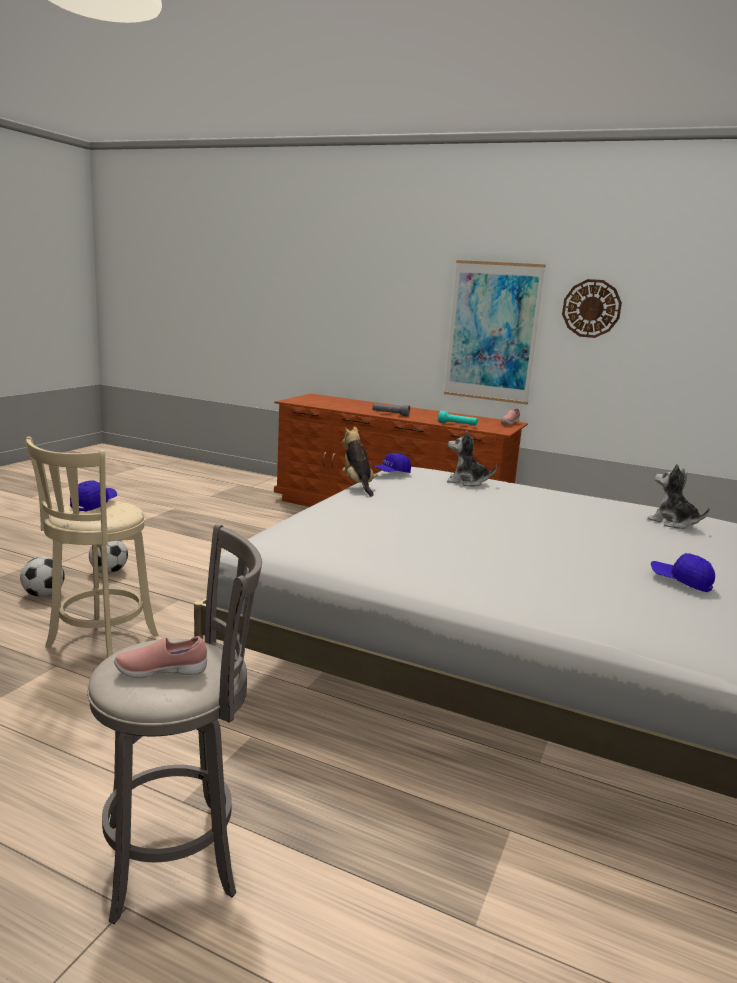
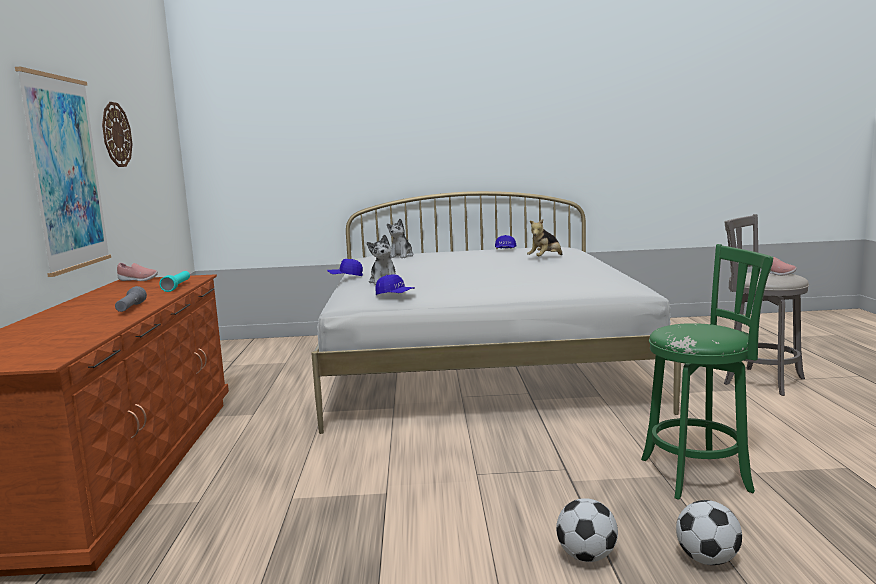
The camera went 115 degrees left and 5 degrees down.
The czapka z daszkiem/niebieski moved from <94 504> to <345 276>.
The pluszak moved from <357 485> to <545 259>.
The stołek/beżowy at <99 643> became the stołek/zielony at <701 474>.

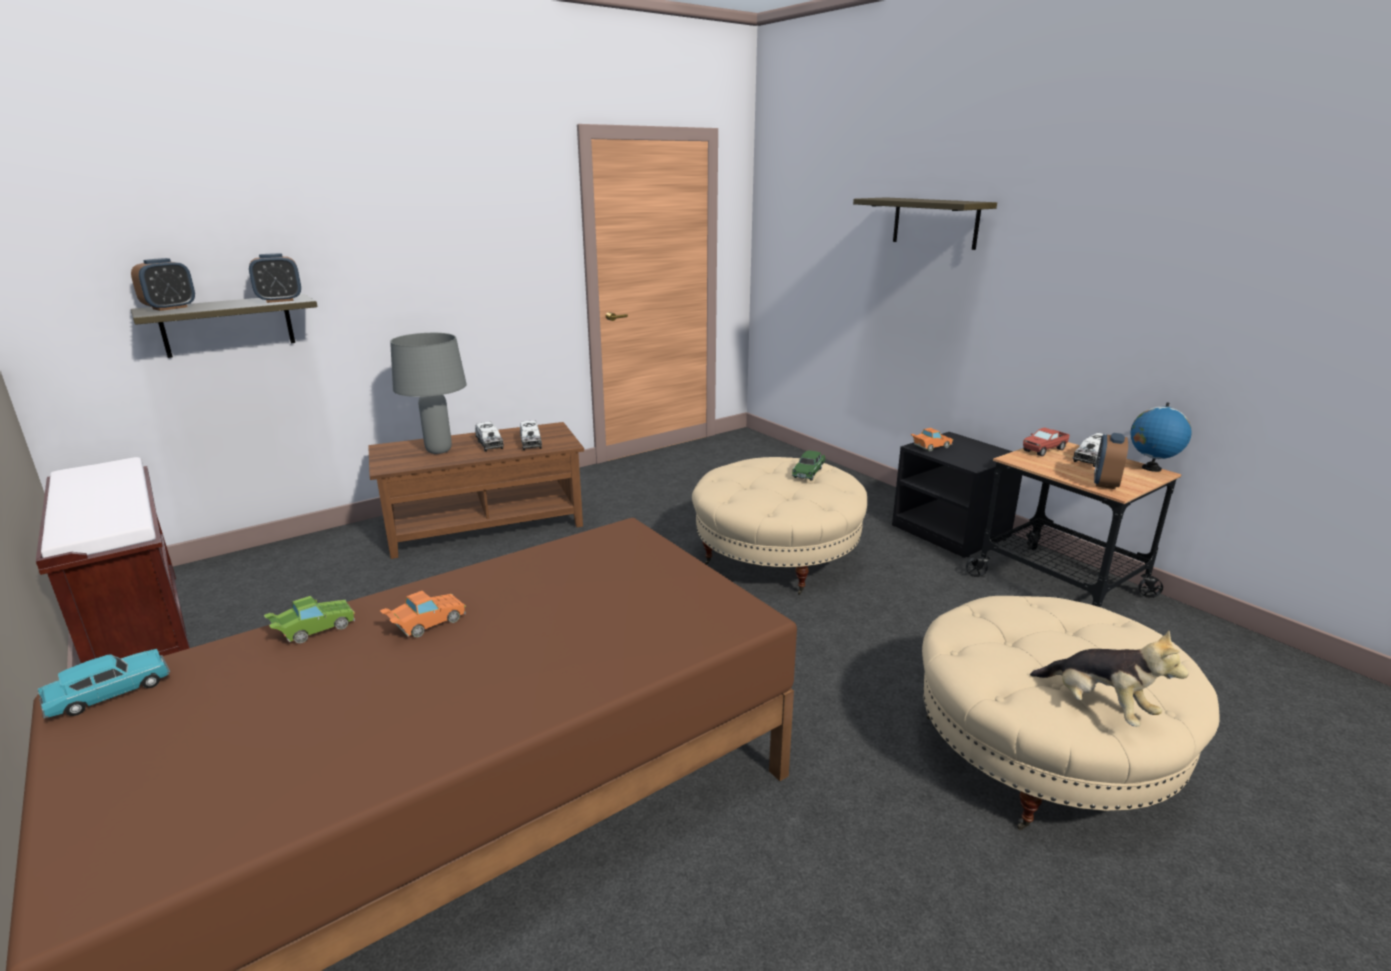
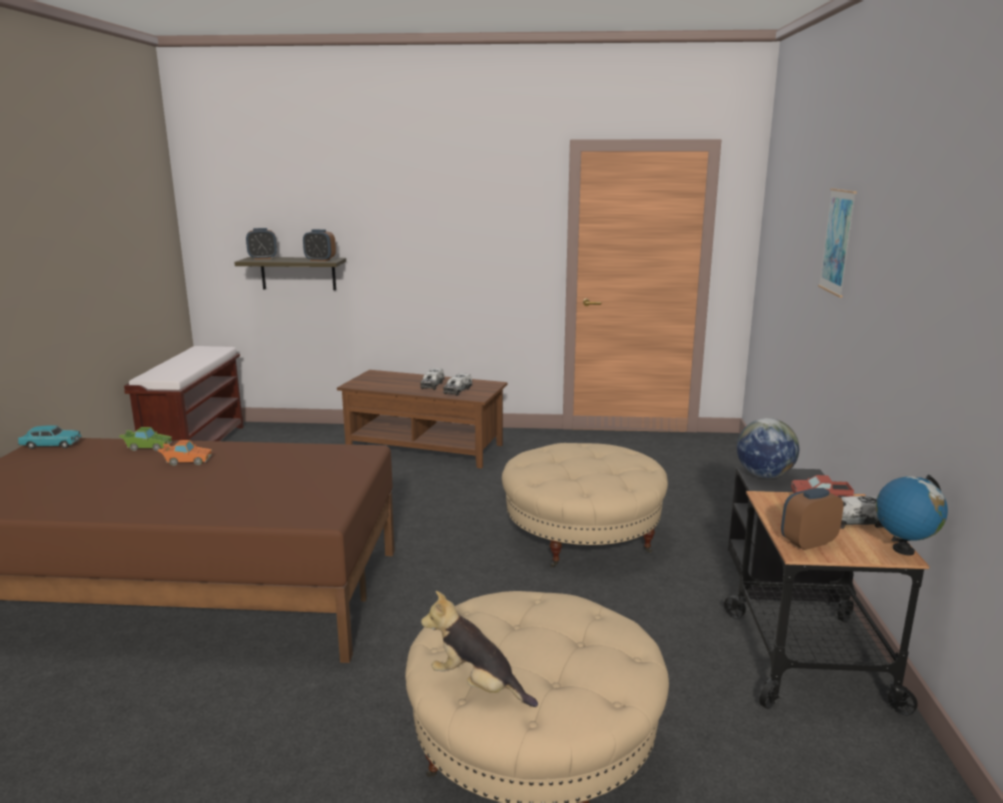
The camera went 40 degrees right and 5 degrees down.
The lampa stołowa/szary at <438 451> disappeared.
The samochodzik/zielony at <808 472> disappeared.
The półka at <935 222> was replaced by the obraz at <837 241>.
The samochodzik/pomarańczowy at <930 447> was replaced by the globus at <764 475>.
The pluszak at <1098 707> turned 120 degrees clockwise.

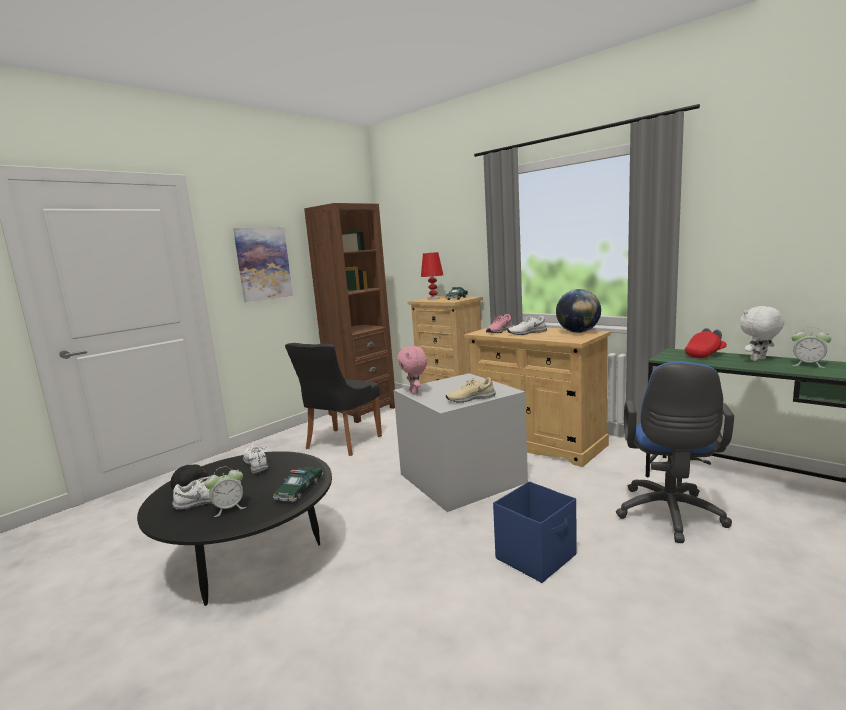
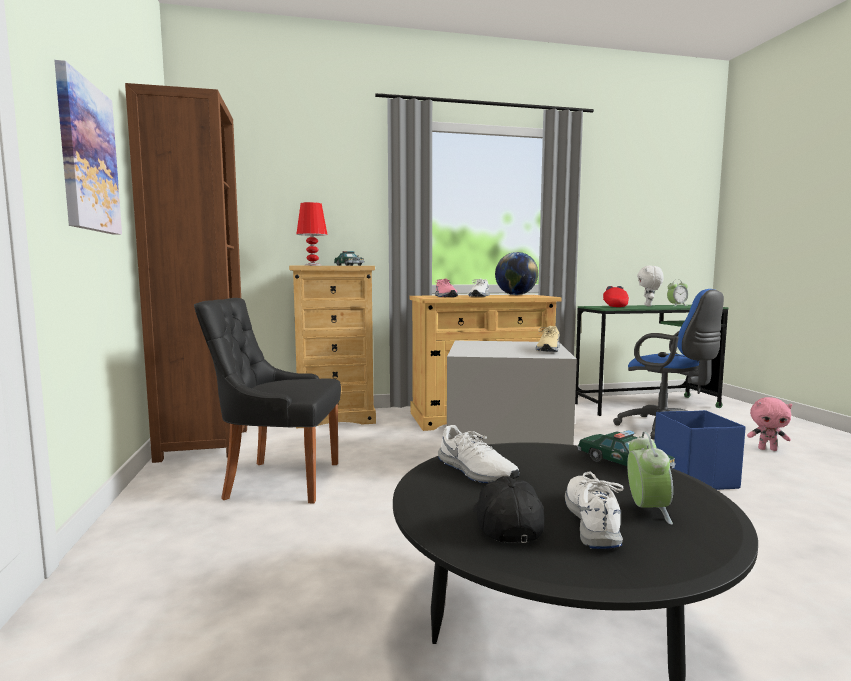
The camera went 55 degrees left and 5 degrees down.
The pluszak/różowy moved from <415 392> to <767 449>.
The but/biały at <257 464> turned 135 degrees counterclockwise.
The krzesło/czarny at <341 443> turned 120 degrees clockwise.

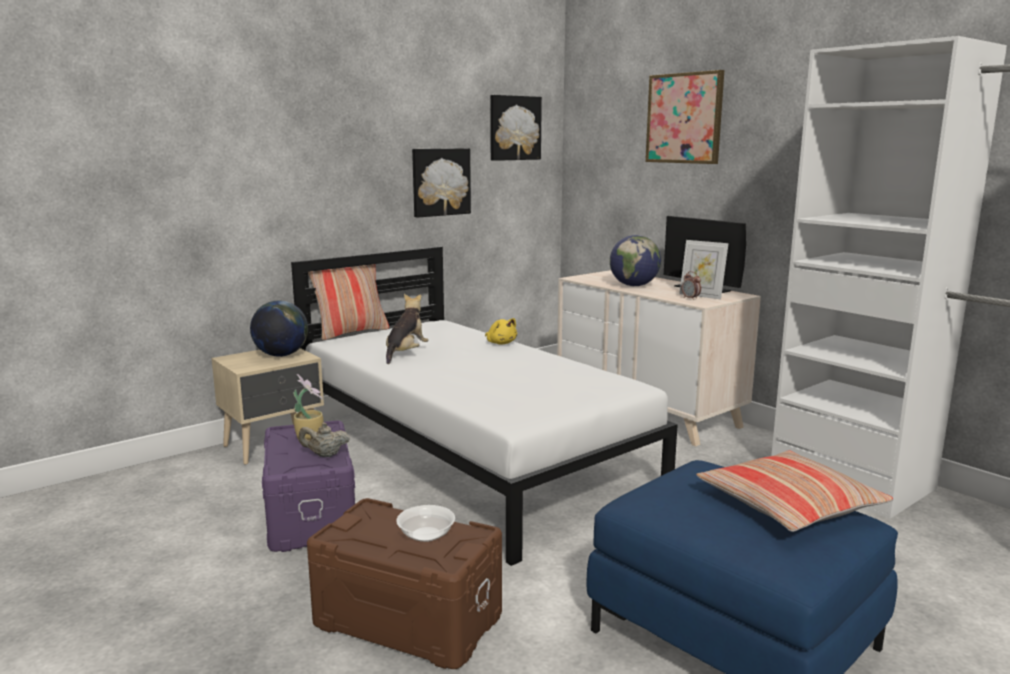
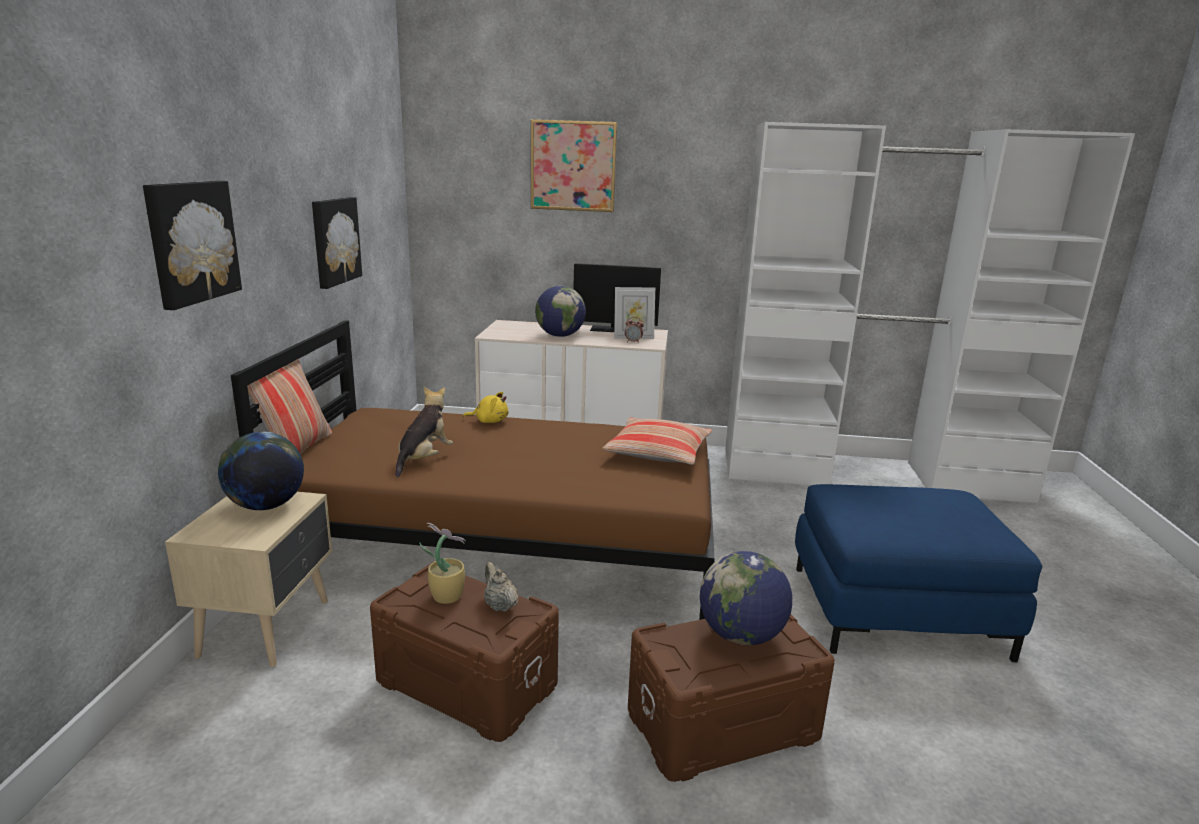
The camera went 45 degrees left and 5 degrees up.
The obraz moved from <514 128> to <191 242>.
The poduszka moved from <789 505> to <658 452>.
The miska at <426 535> was replaced by the globus at <741 636>.
The pojemnik do przechowywania/fioletowy at <312 515> became the pojemnik do przechowywania/brązowy at <468 682>.
The łóżko/biały at <469 456> became the łóżko/brązowy at <504 550>.
The imbryk/beżowy at <325 455> turned 105 degrees clockwise.
The pluszak at <406 353> turned 45 degrees clockwise.

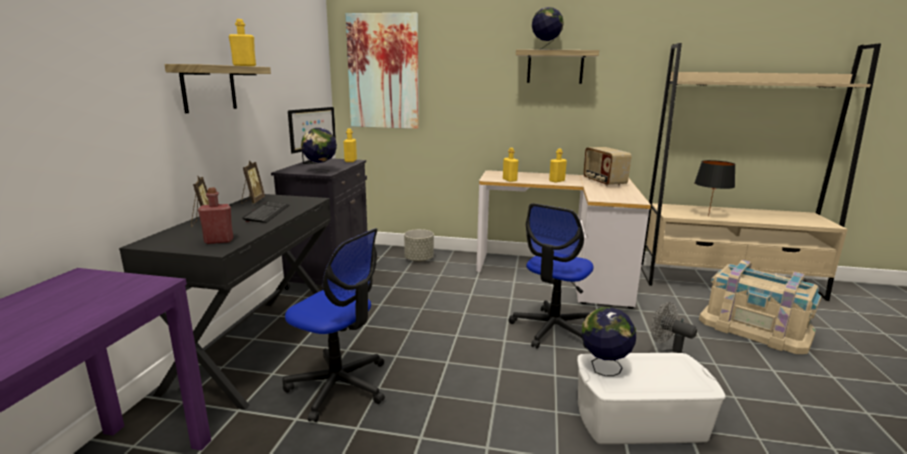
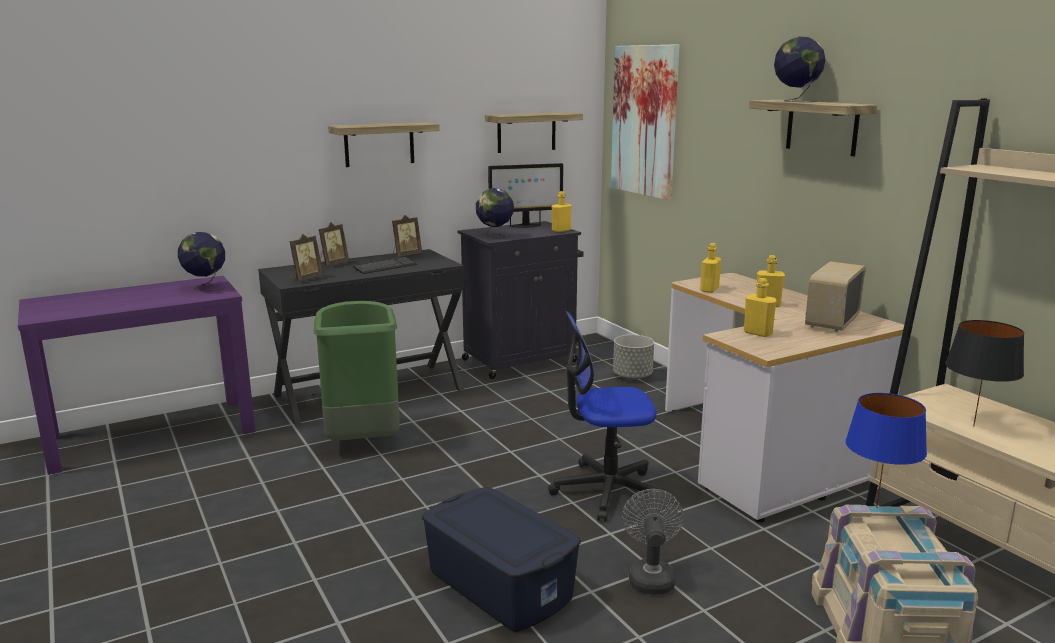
The camera went 50 degrees right and 0 degrees up.
The półka at <526 132> appeared.
The lampa stołowa/niebieski at <876 507> appeared.
The butelka/żółty moved from <244 66> to <758 333>.
The globus moved from <603 369> to <205 287>.
The butelka/czerwony at <219 241> was replaced by the ramka na zdjęcie at <305 278>.
The krzesło biurowe at <339 386> was replaced by the kosz na śmieci/zielony at <362 440>.
The pojemnik do przechowywania/biały at <639 419> became the pojemnik do przechowywania/niebieski at <500 583>.

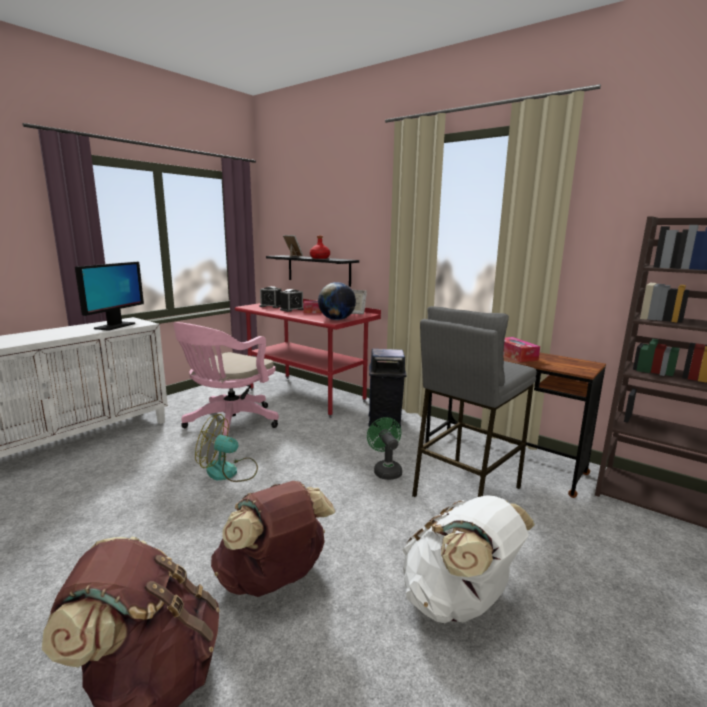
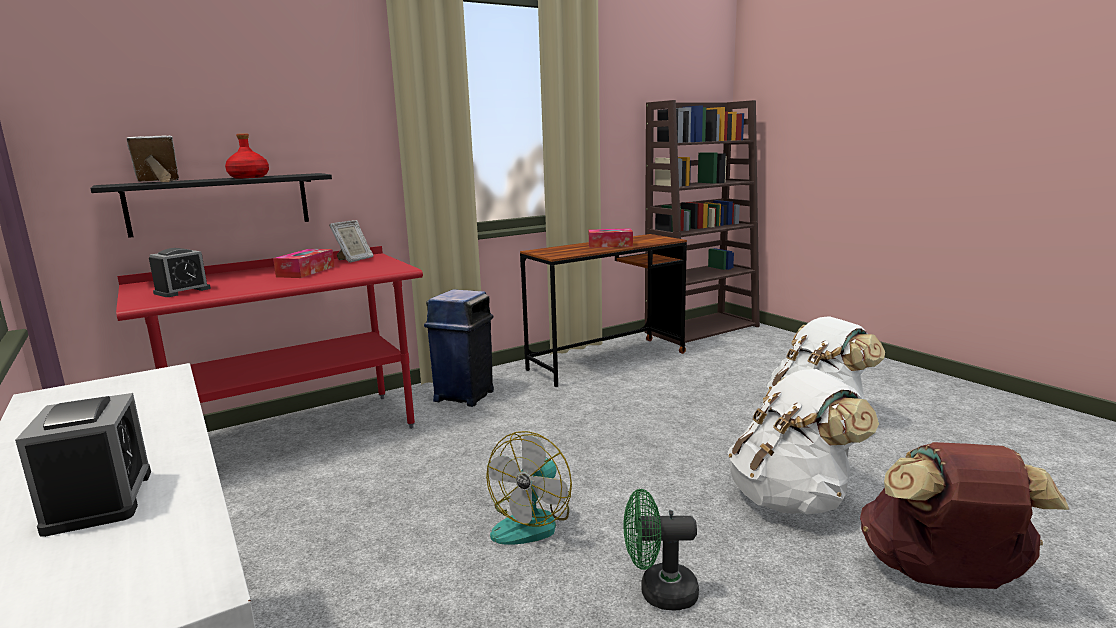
The camera went 70 degrees left and 0 degrees up.
The monitor at <114 326> disappeared.
The krzesło biurowe/różowy at <229 424> disappeared.
The globus at <336 319> disappeared.
The stołek/szary at <465 491> disappeared.
The budzik moved from <292 309> to <99 500>.
The wentylator/zielony moved from <385 470> to <659 592>.
The plecak/brązowy at <273 580> became the plecak/biały at <792 499>.

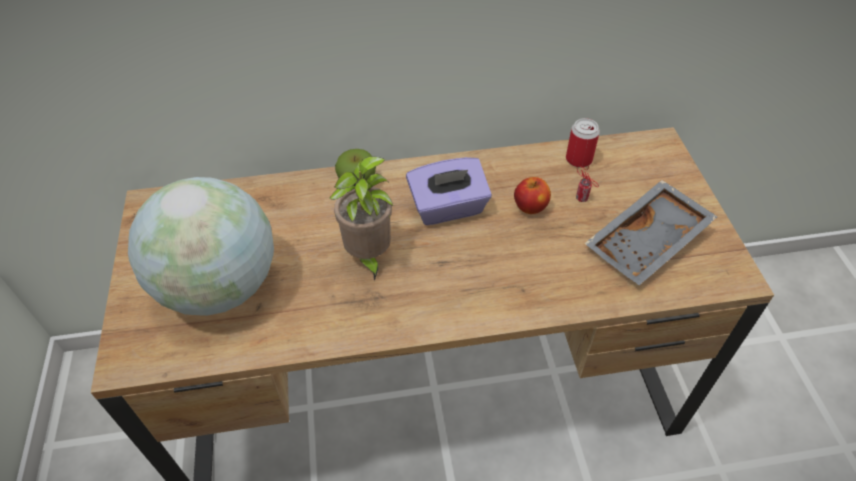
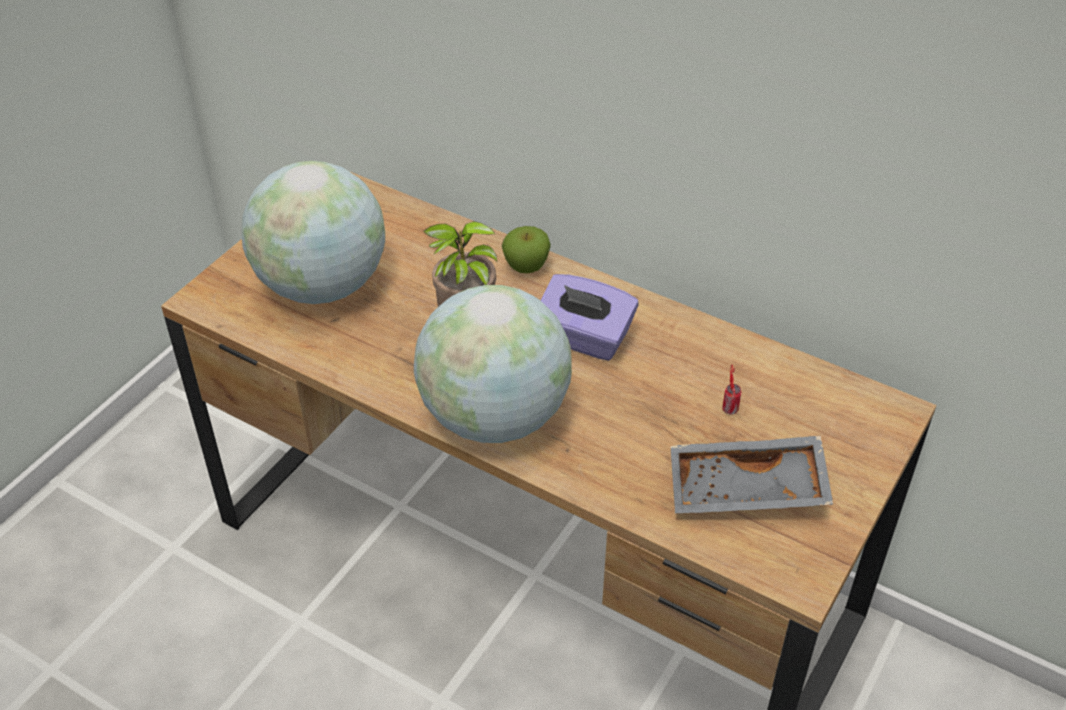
The camera went 40 degrees right and 5 degrees down.
The jabłko at <530 207> disappeared.
The puszka at <578 159> disappeared.
The globus at <494 417> appeared.

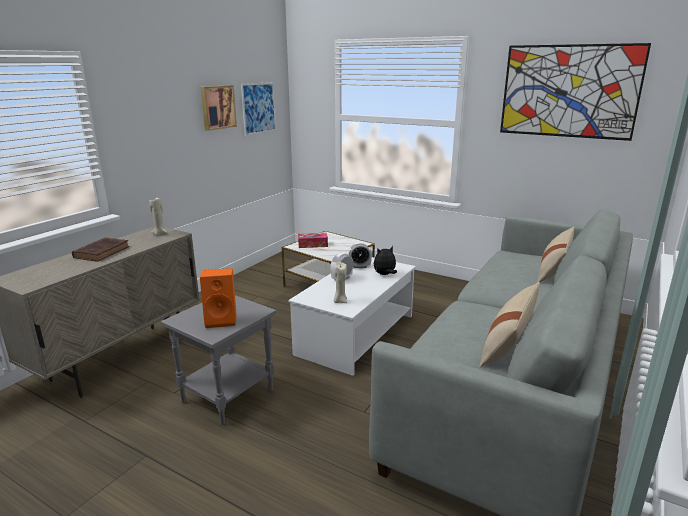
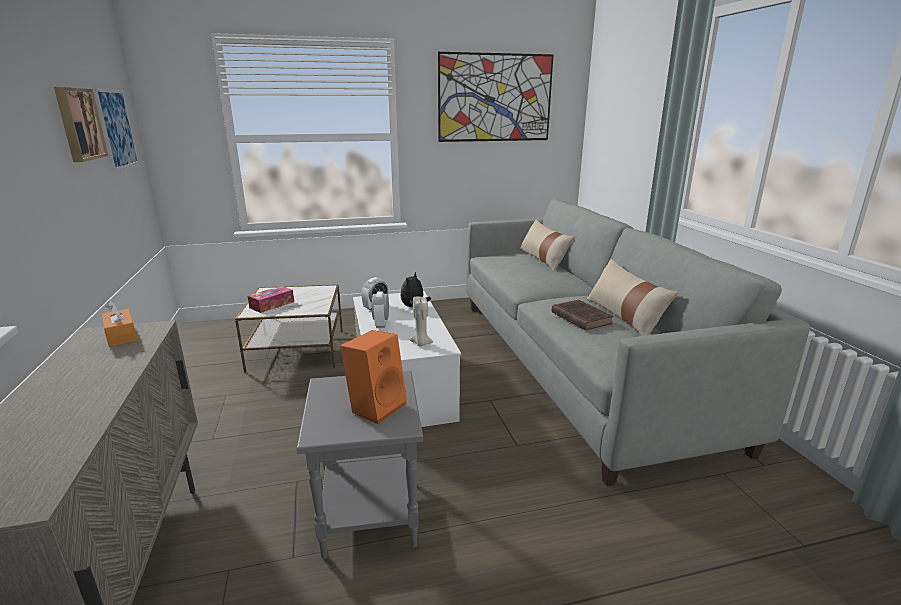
The camera went 45 degrees left and 0 degrees up.
The książka/brązowy moved from <103 252> to <580 317>.
The świeca/beżowy at <160 234> was replaced by the pudełko chusteczek/pomarańczowy at <121 336>.

